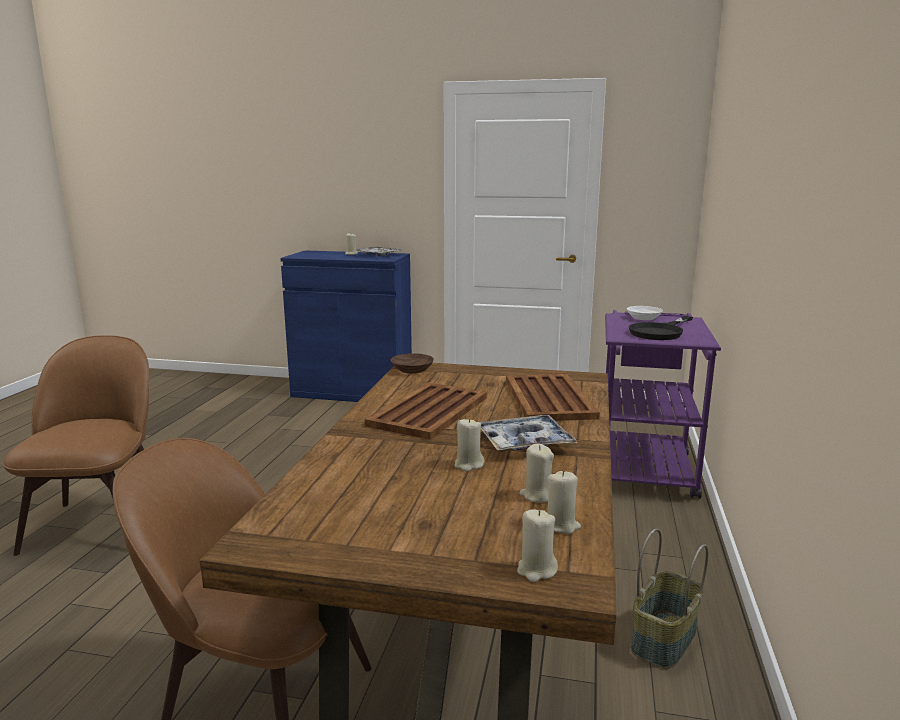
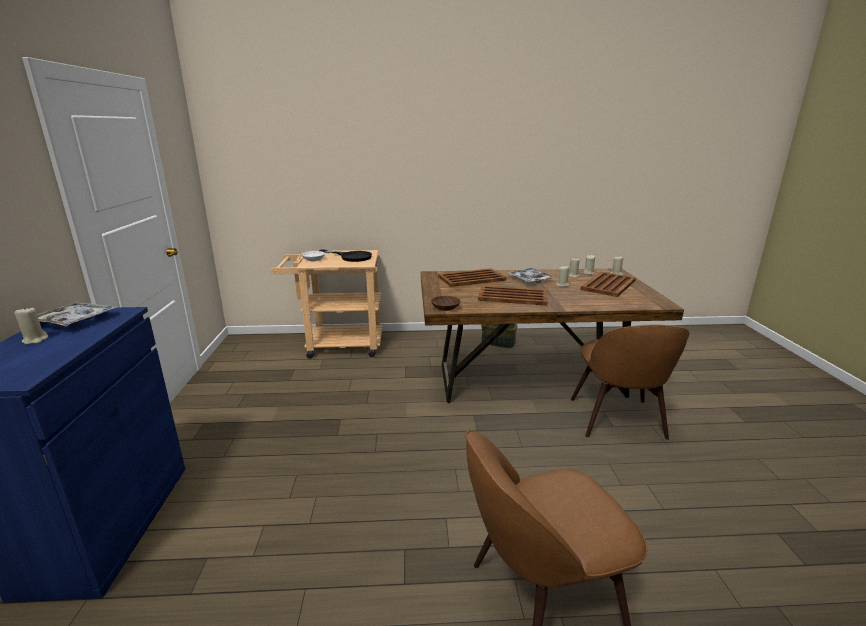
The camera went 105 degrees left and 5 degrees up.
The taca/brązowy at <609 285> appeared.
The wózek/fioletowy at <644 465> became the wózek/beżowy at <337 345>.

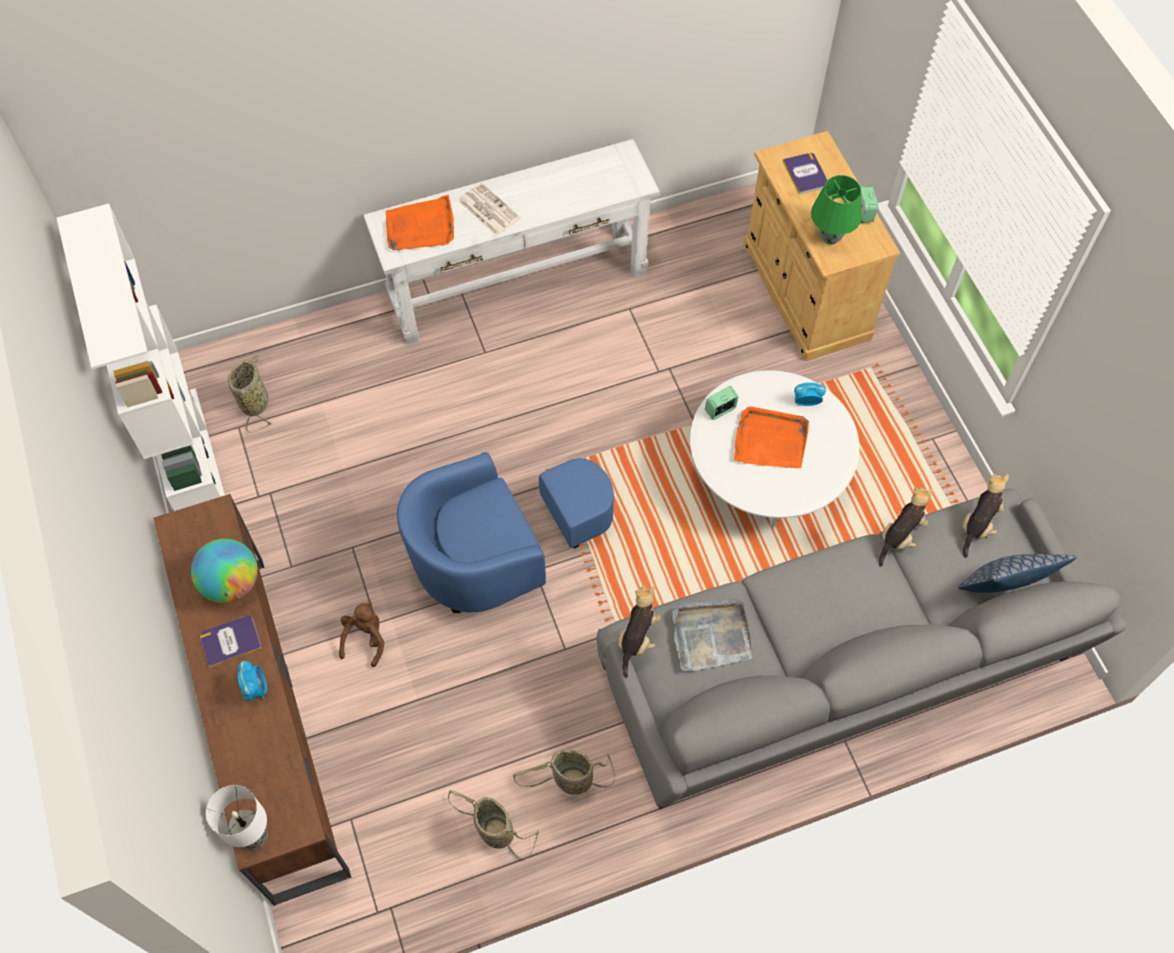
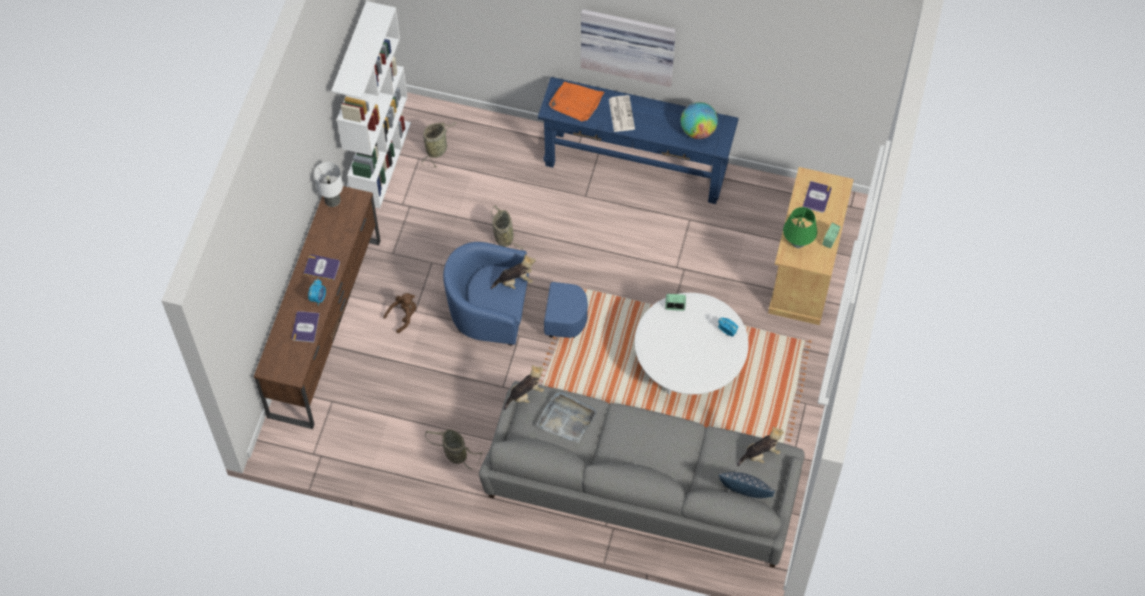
The camera went 35 degrees right and 0 degrees up.
The taca/pomarańczowy at <770 440> disappeared.
The książka at <305 327> appeared.
The obraz at <628 44> appeared.
The globus moved from <231 584> to <698 130>.
The lampa stołowa moved from <252 836> to <332 200>.
The koszyk moved from <493 829> to <503 236>.
The pluszak moved from <900 536> to <515 281>.
The stolik konsolowy/biały at <518 284> became the stolik konsolowy/niebieski at <635 166>.

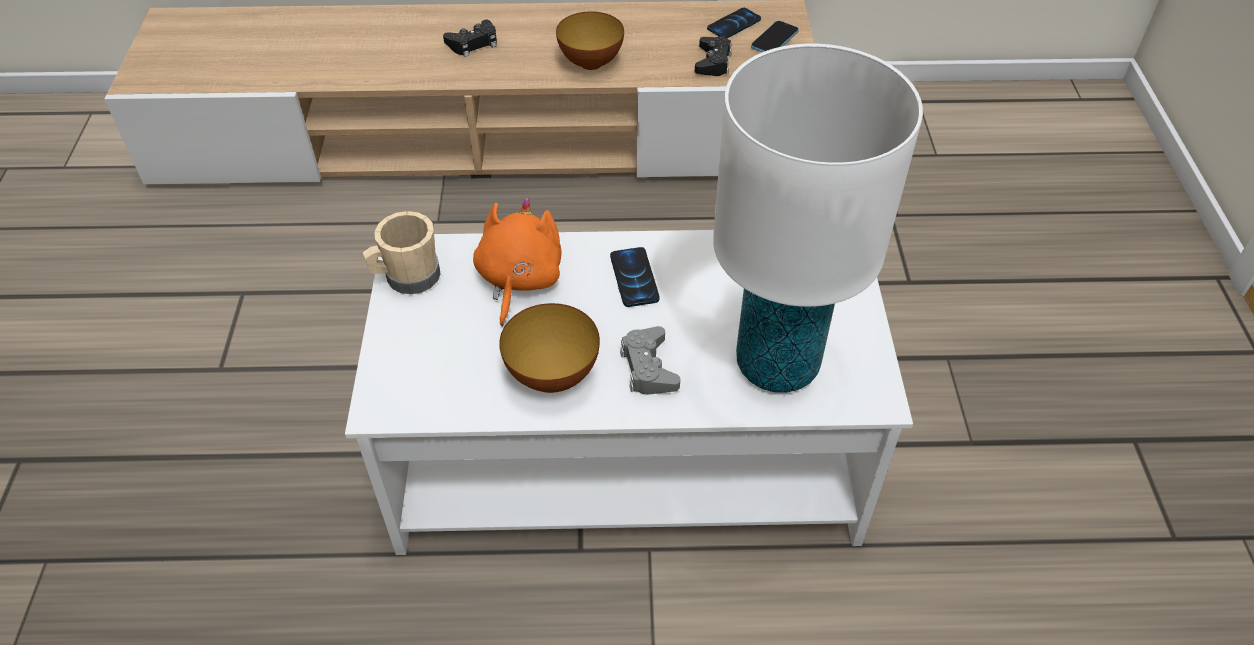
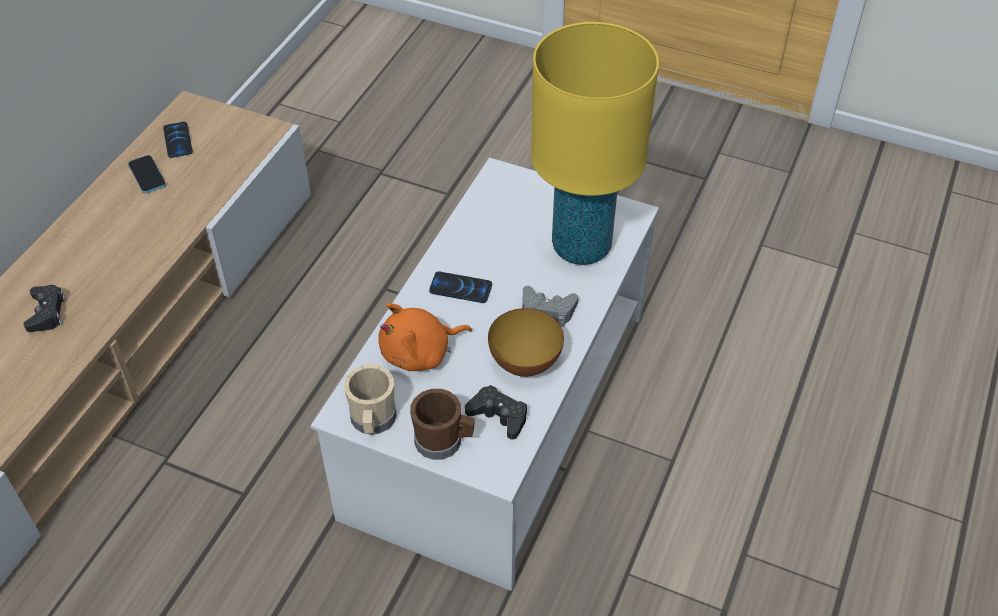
The camera went 65 degrees left and 0 degrees up.
The miska at <591 63> disappeared.
The kubek/brązowy at <443 441> appeared.
The pad do gier/czarny moved from <713 62> to <499 416>.
The telefon moved from <774 40> to <147 175>.
The lampa stołowa/biały at <777 365> became the lampa stołowa/żółty at <582 247>.
The pluszak/pomarańczowy at <518 280> turned 60 degrees counterclockwise.

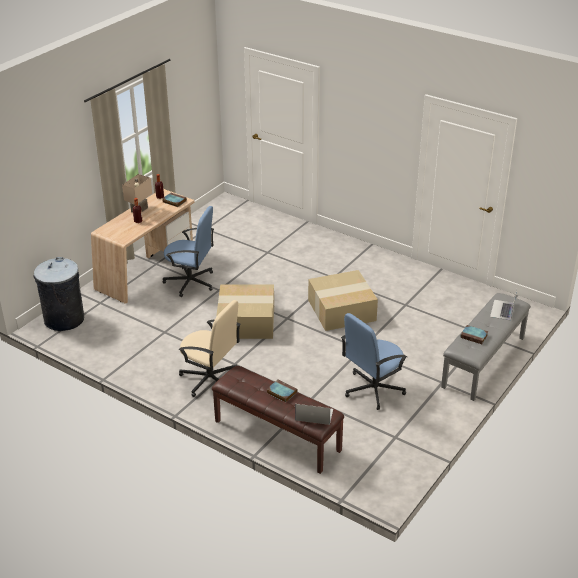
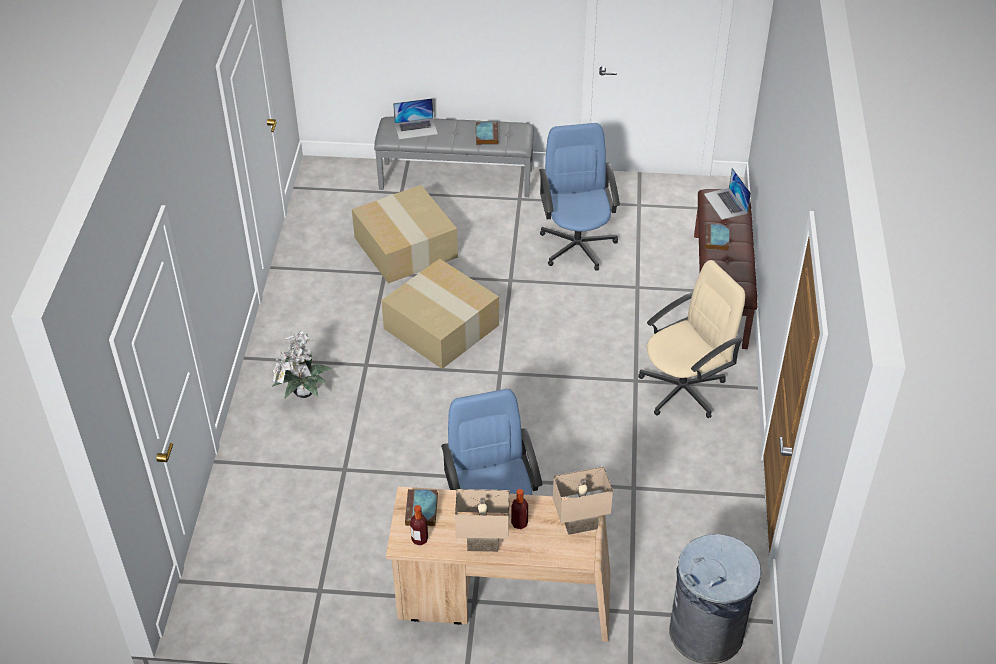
The camera went 120 degrees left and 10 degrees up.
The roślina doniczkowa at <302 393> appeared.
The lampa stołowa/beżowy at <580 523> appeared.
The karton moved from <247 321> to <404 247>.
The krzesło biurowe/beżowy at <210 379> turned 60 degrees clockwise.
The krzesło biurowe/niebieski at <373 389> turned 120 degrees counterclockwise.

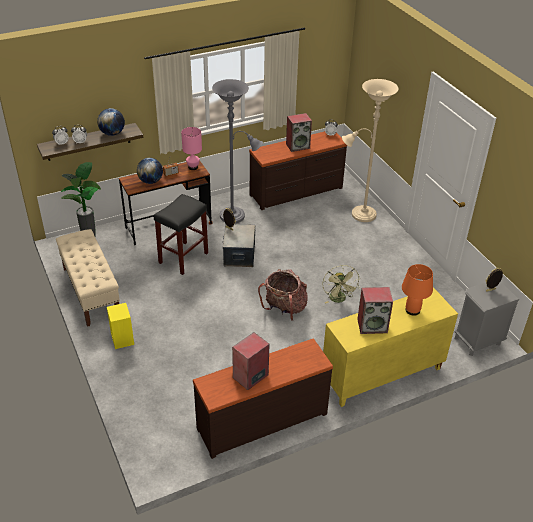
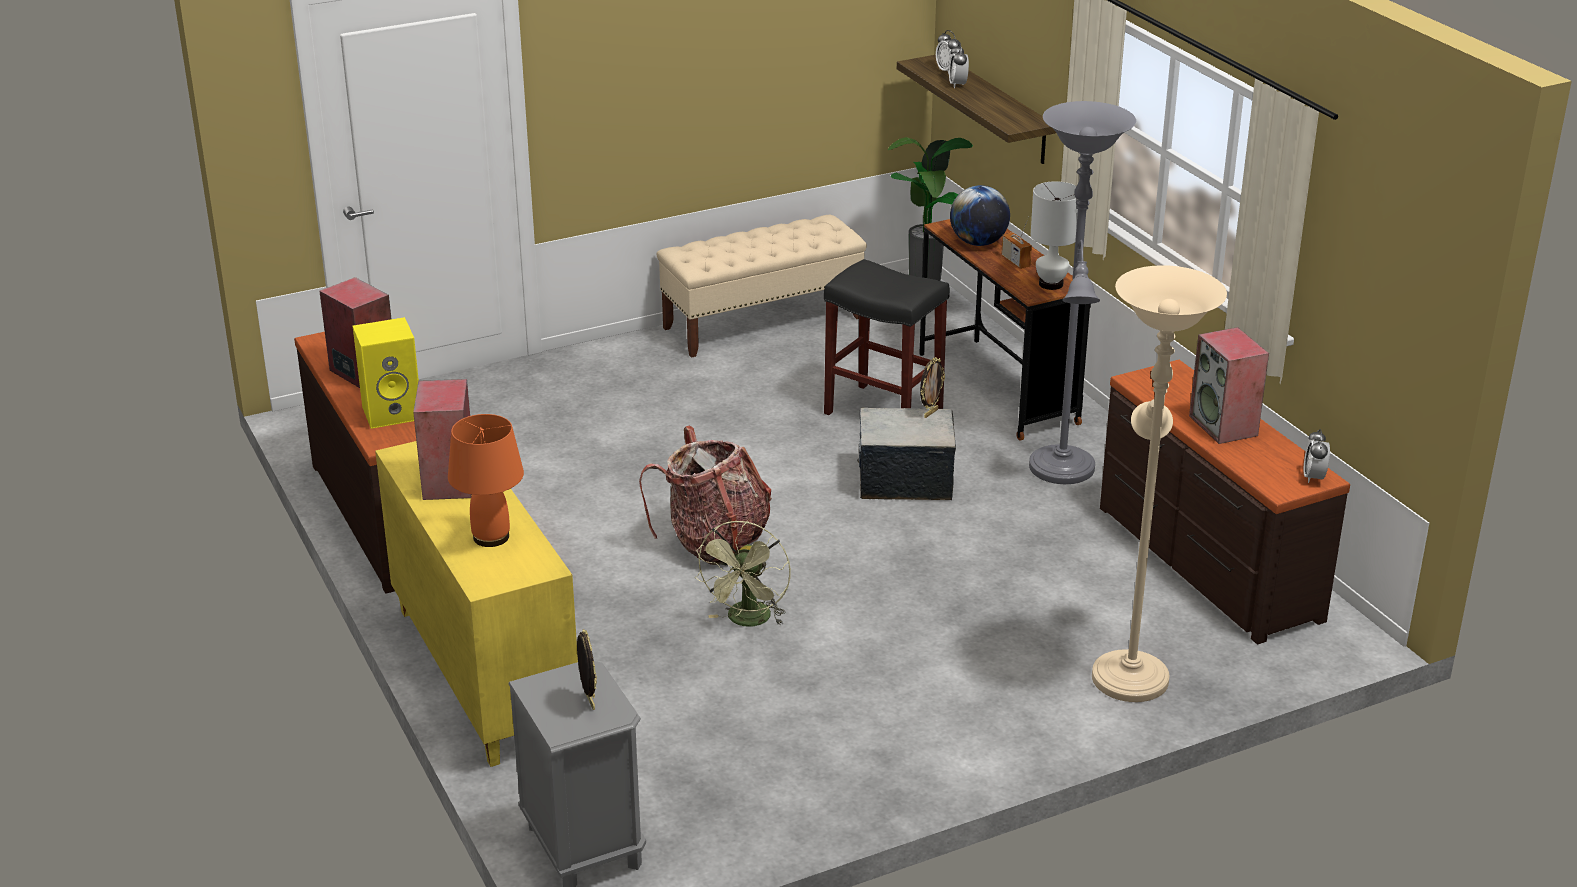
The camera went 90 degrees right and 10 degrees down.
The globus at <112 133> disappeared.
The głośnik/żółty moved from <122 339> to <393 412>.
The lampa stołowa/różowy at <193 167> became the lampa stołowa/biały at <1051 284>.
The wentylator/zielony at <339 300> turned 60 degrees counterclockwise.

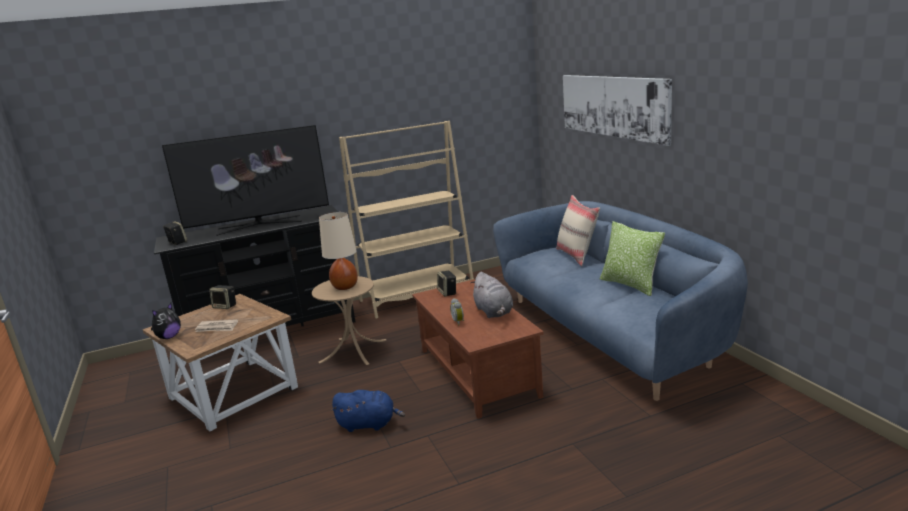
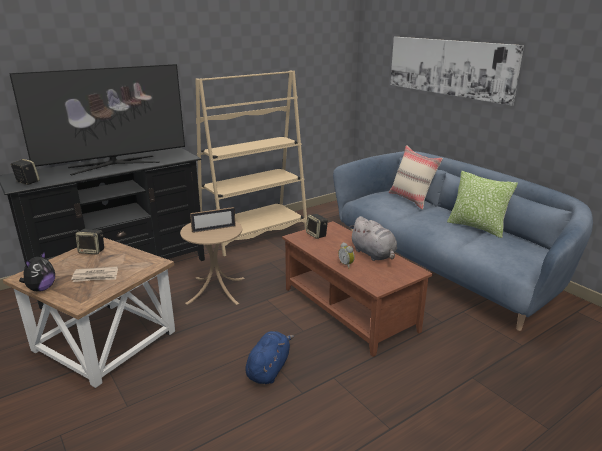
The camera went 15 degrees left and 5 degrees up.
The lampa stołowa/beżowy at <345 286> was replaced by the ramka na zdjęcie at <214 229>.
The pluszak/niebieski at <369 424> turned 60 degrees counterclockwise.

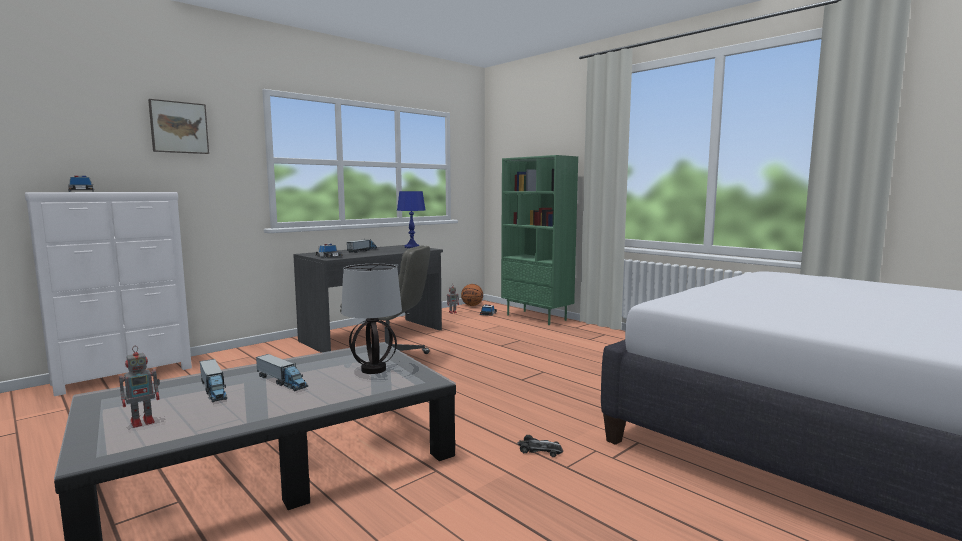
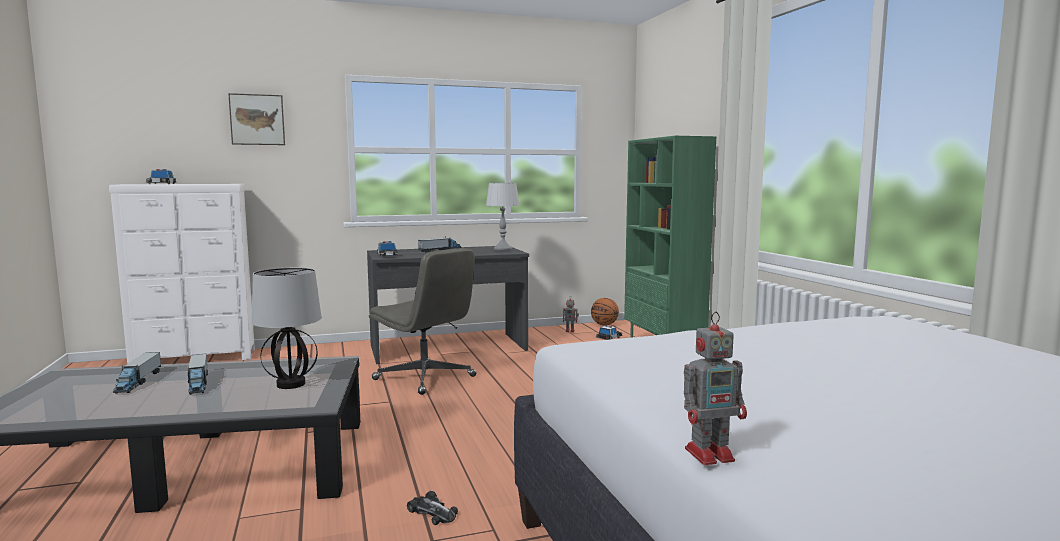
The camera went 25 degrees right and 0 degrees up.
The robot zabawkowy moved from <144 421> to <711 454>.
The lampa stołowa/niebieski at <412 247> became the lampa stołowa/szary at <503 249>.

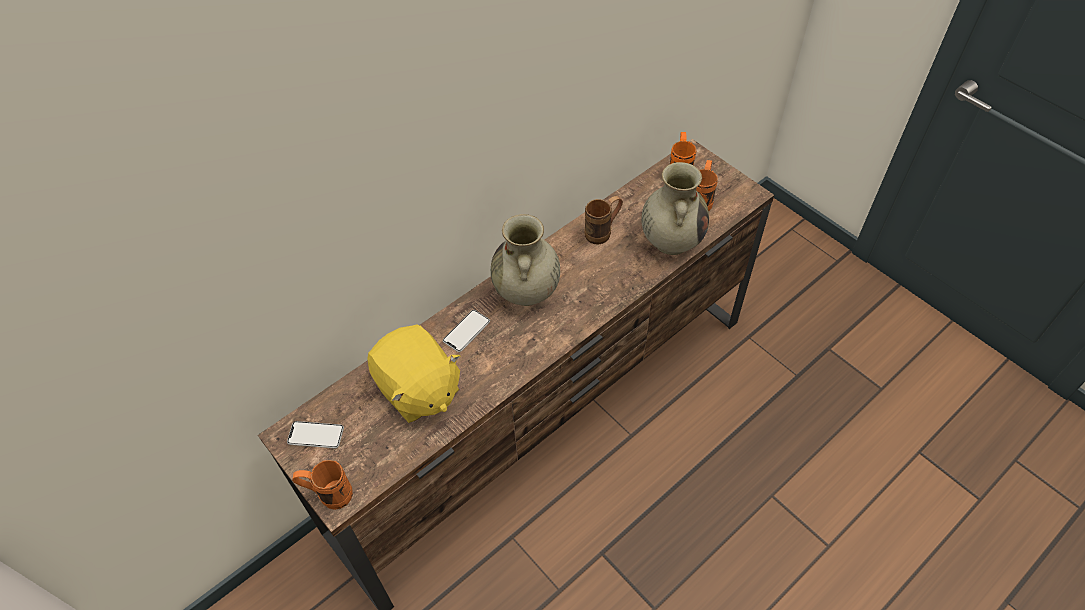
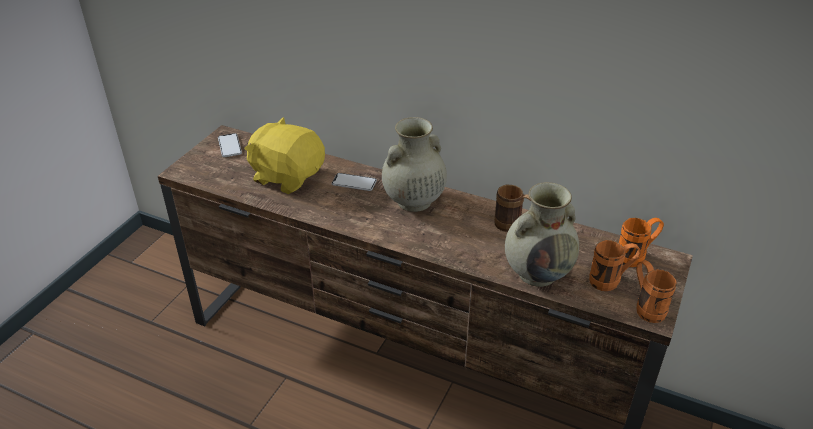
The camera went 65 degrees right and 15 degrees down.
The kubek/pomarańczowy moved from <328 495> to <646 307>.
The pluszak/żółty at <418 389> turned 90 degrees clockwise.

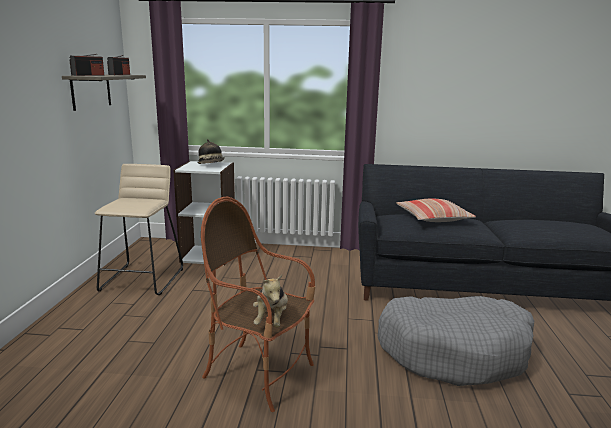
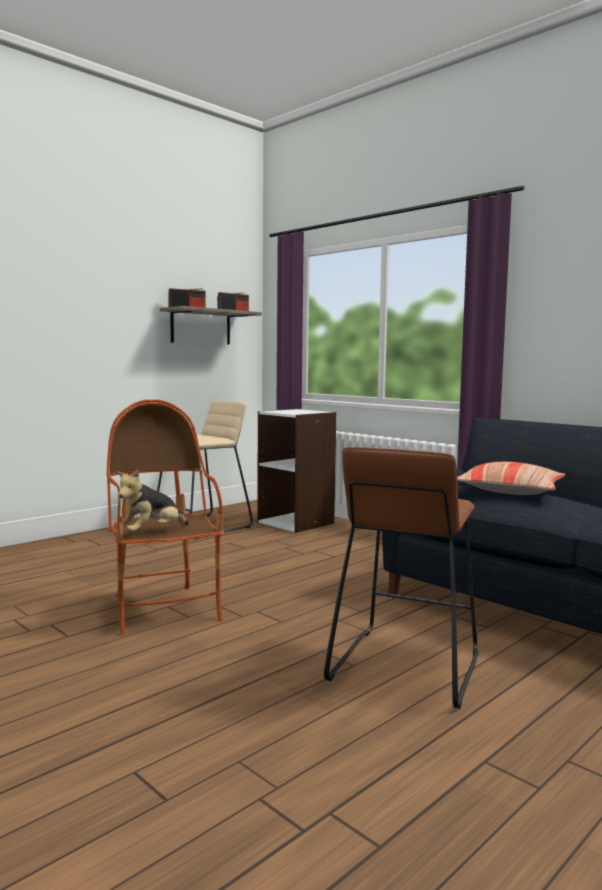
The camera went 40 degrees right and 10 degrees down.
The kapelusz at <212 164> disappeared.
The legowisko/szary at <454 351> was replaced by the stołek/brązowy at <404 666>.

